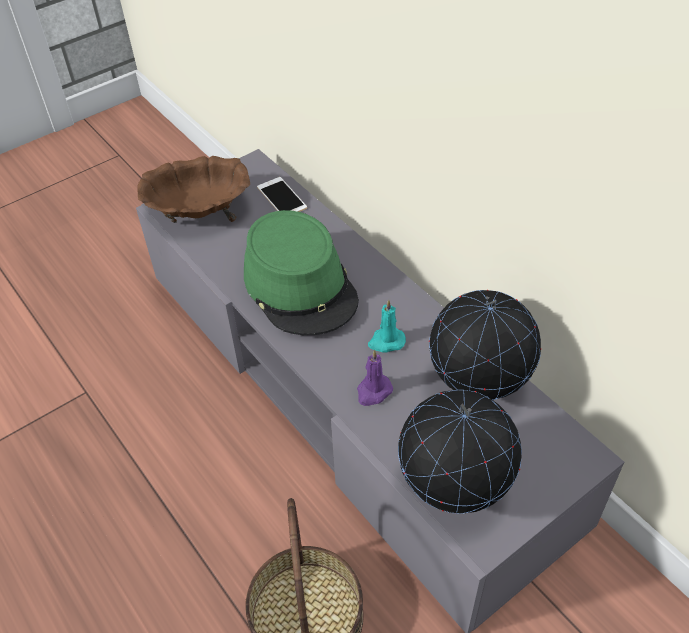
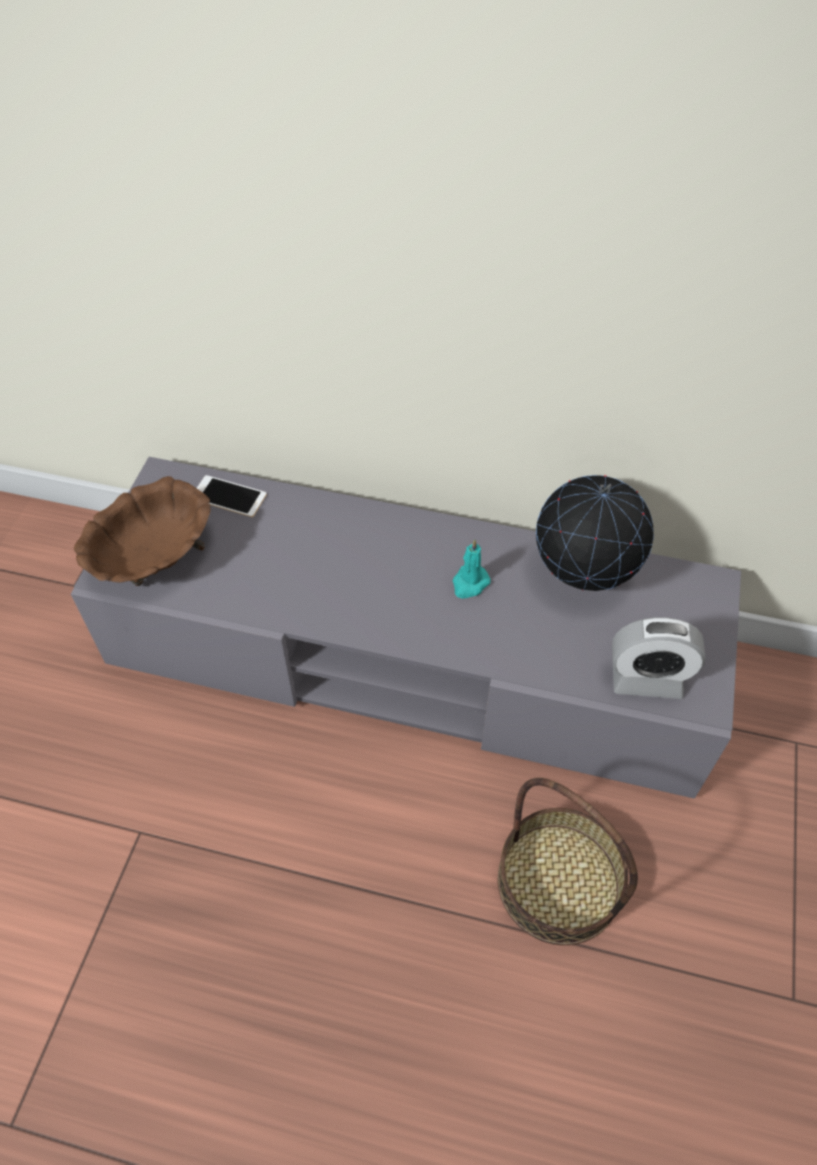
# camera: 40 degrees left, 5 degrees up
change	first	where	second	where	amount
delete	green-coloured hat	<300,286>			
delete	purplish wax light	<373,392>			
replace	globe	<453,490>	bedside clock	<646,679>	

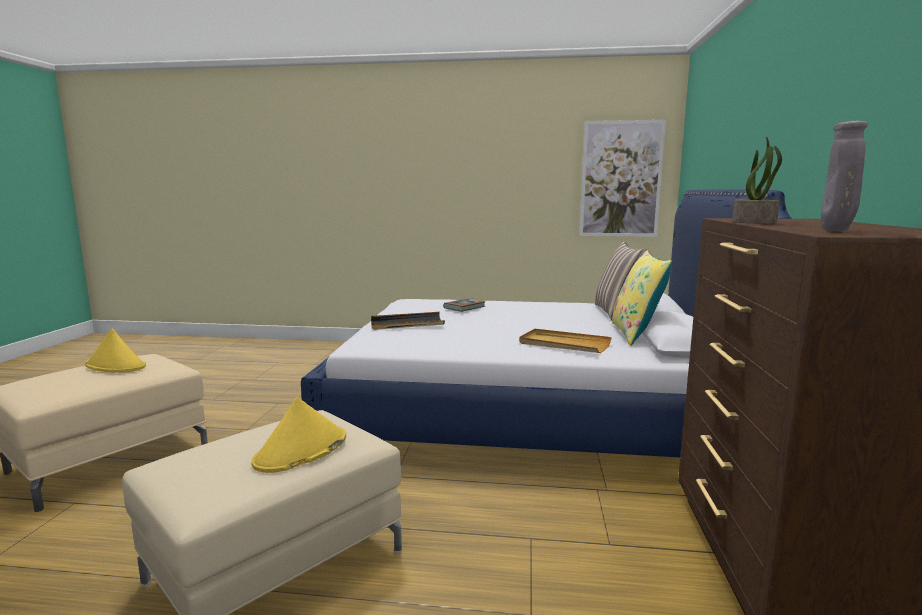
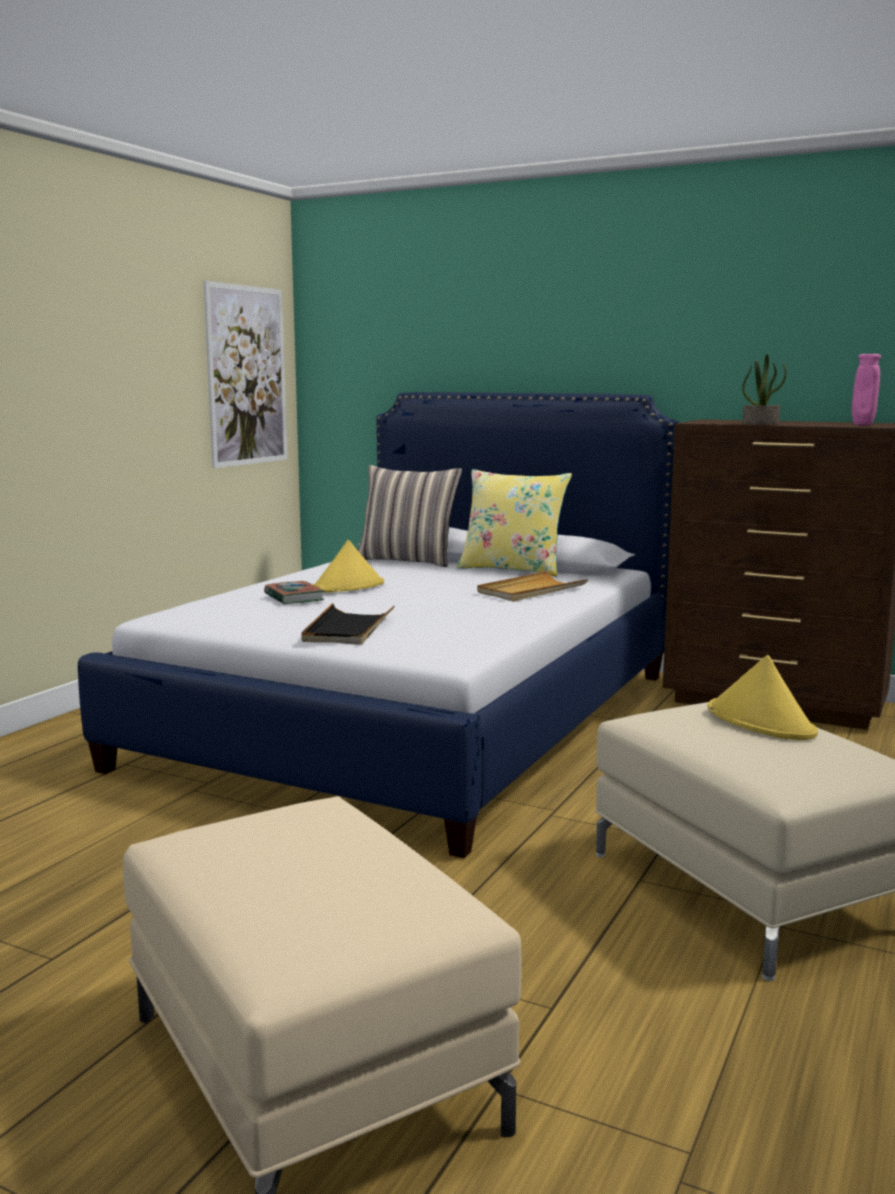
# camera: 70 degrees left, 0 degrees up
change	first	where	second	where	amount
move	yellow hat	<116,365>		<348,587>	
recolor	gray vase	<836,231>	pink-coloured vase	<863,425>	

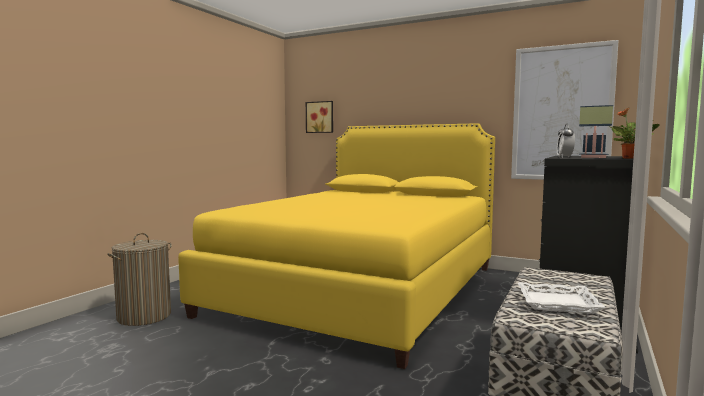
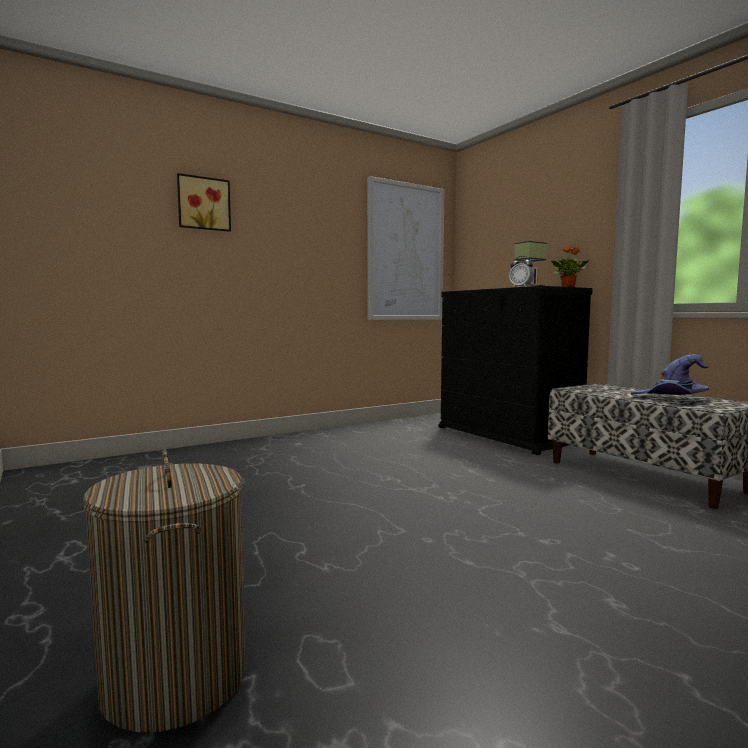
# camera: 60 degrees left, 0 degrees up
change	first	where	second	where	amount
delete	yellow bed	<361,289>			
move	picture	<320,117>		<203,204>	
replace	white tray	<557,303>	purplish hat	<671,398>	

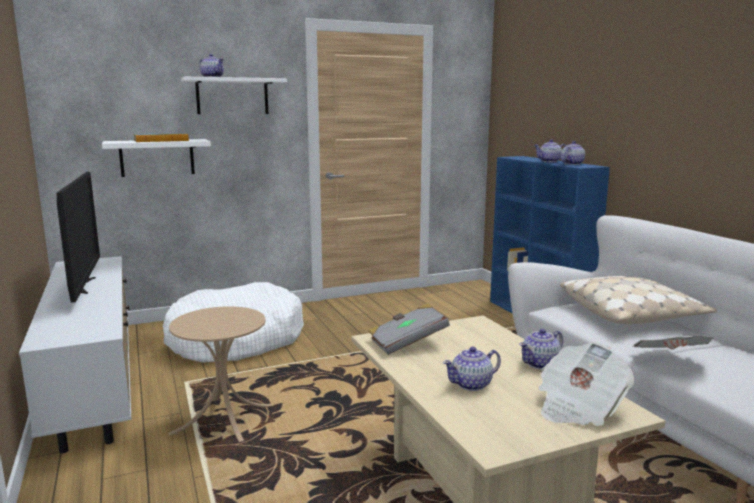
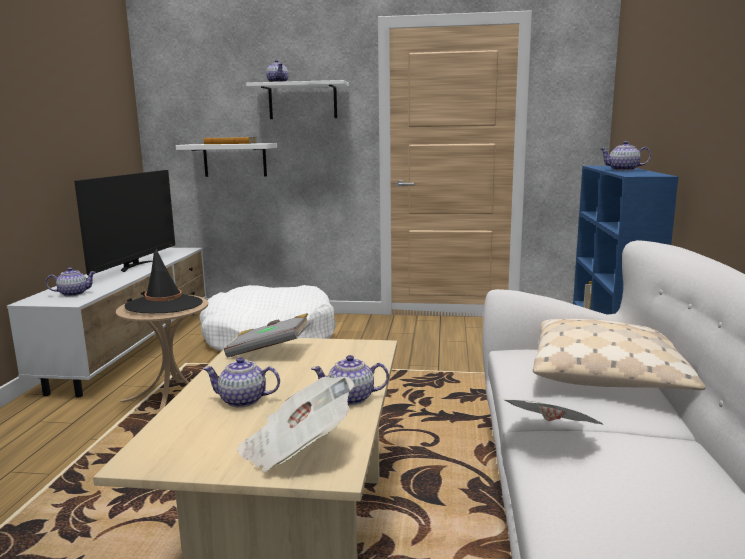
# camera: 30 degrees right, 0 degrees up
change	first	where	second	where	amount
move	teapot	<571,164>		<73,294>	
insert			blackish hat	<164,305>	

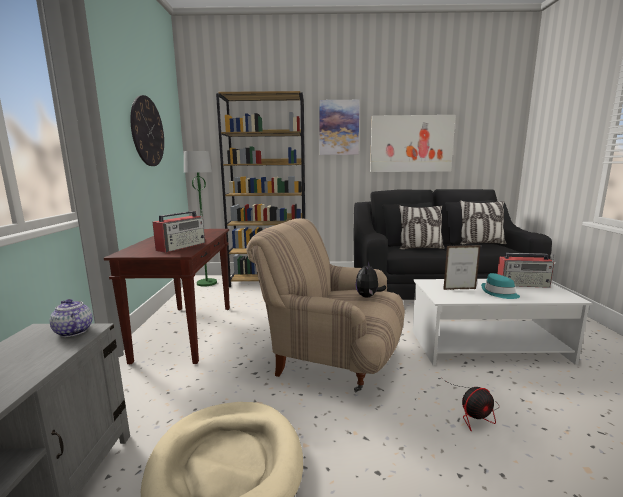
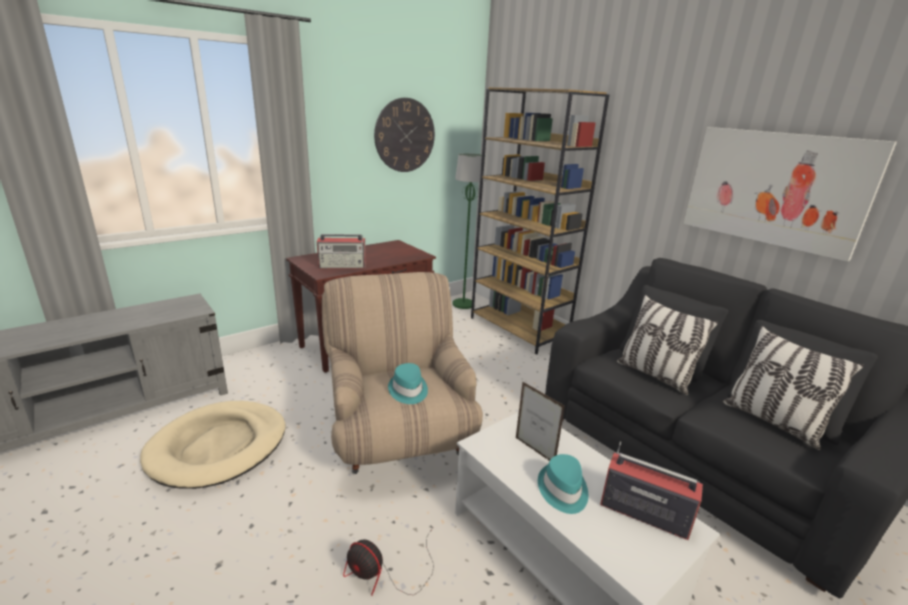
# camera: 50 degrees right, 10 degrees up
change	first	where	second	where	amount
delete	teapot	<73,331>			
delete	picture	<339,128>			
replace	soft toy	<368,296>	turquoise hat	<408,390>	
rotate	radio receiver	<523,284>		<643,512>	150 degrees clockwise

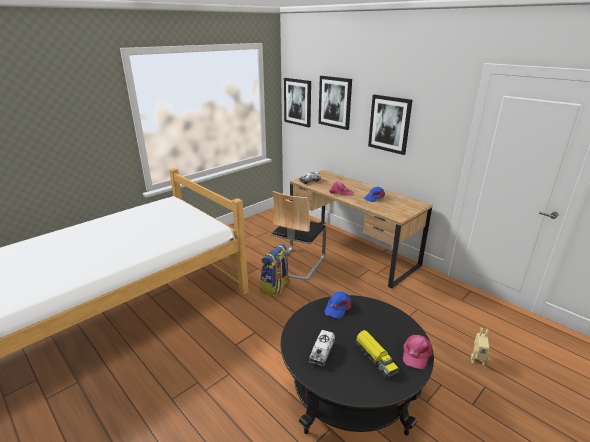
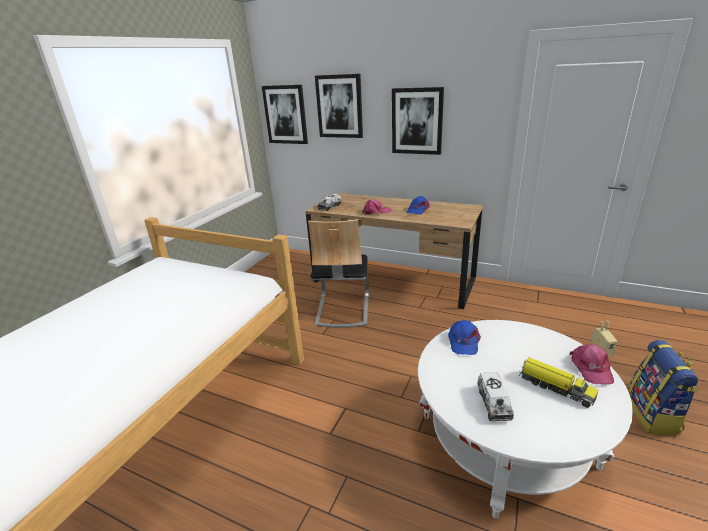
# camera: 20 degrees left, 0 degrees up
change	first	where	second	where	amount
move	backpack	<276,288>		<653,415>	
recolor	blackish coffee table	<350,390>	white coffee table	<506,440>	

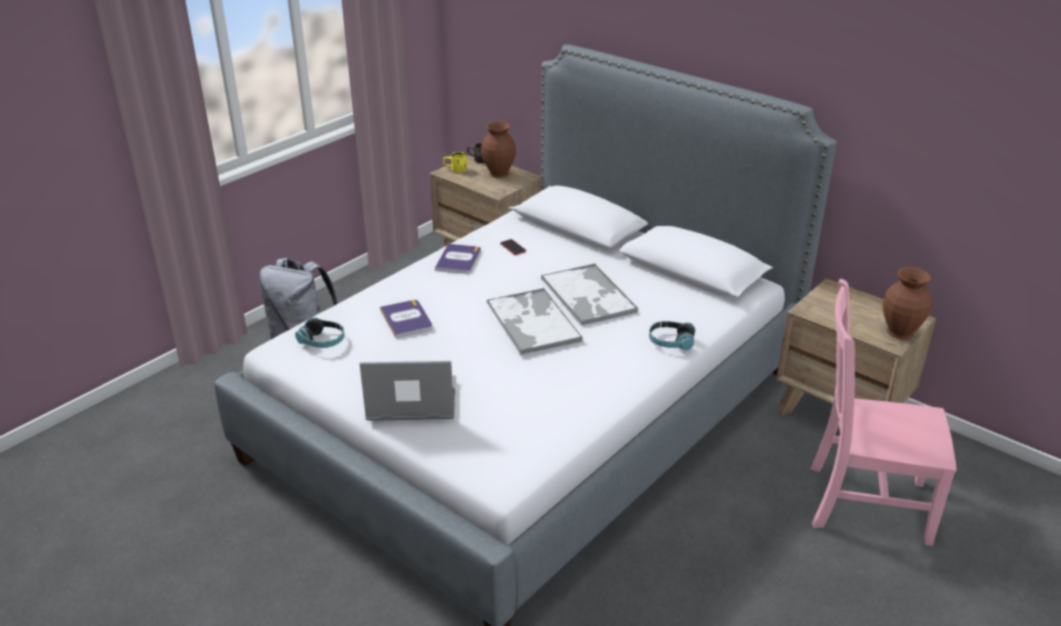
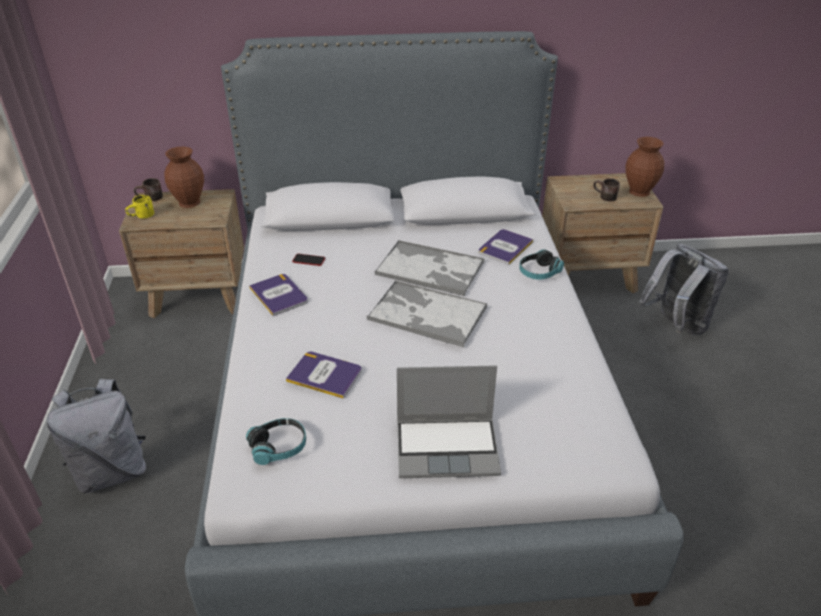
# camera: 45 degrees left, 5 degrees up
change	first	where	second	where	amount
rotate	portable computer	<410,402>		<448,447>	135 degrees counterclockwise
replace	pink-coloured upright chair	<863,502>	gray backpack	<675,326>	
insert			bound book	<505,247>	
insert			brownish coffee mug	<604,197>	

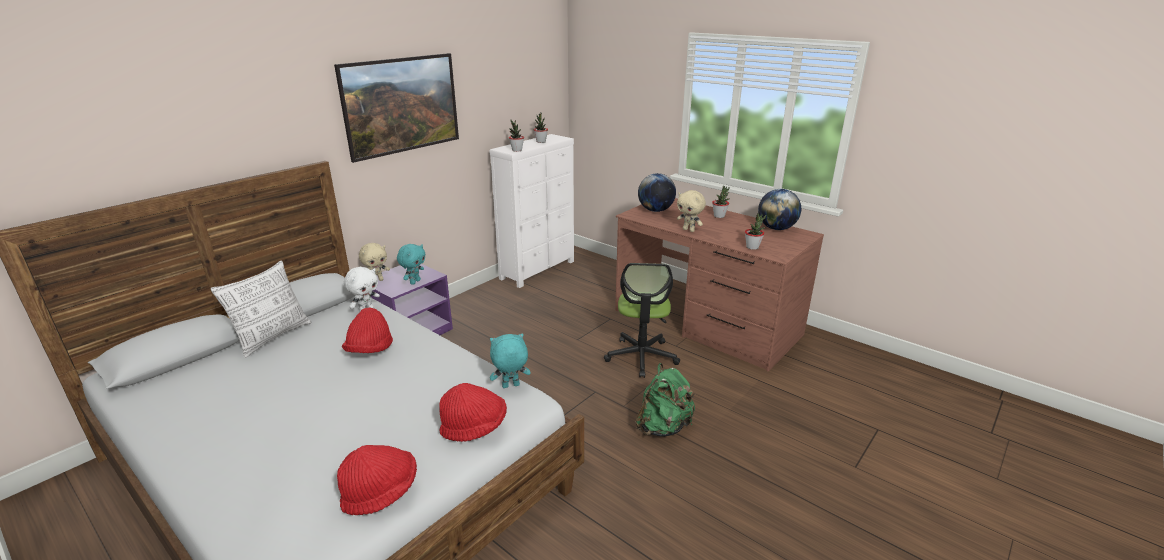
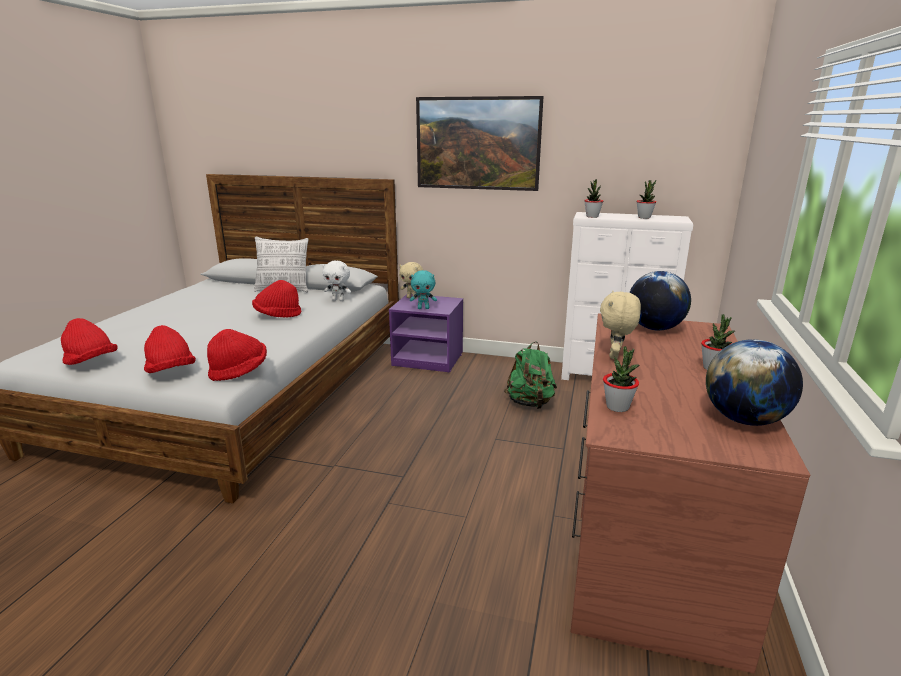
# camera: 65 degrees right, 5 degrees down
change	first	where	second	where	amount
replace	turquoise soft toy	<510,386>	red hat	<239,371>	
delete	office chair	<641,357>			
move	green-coloured backpack	<663,427>		<530,403>	

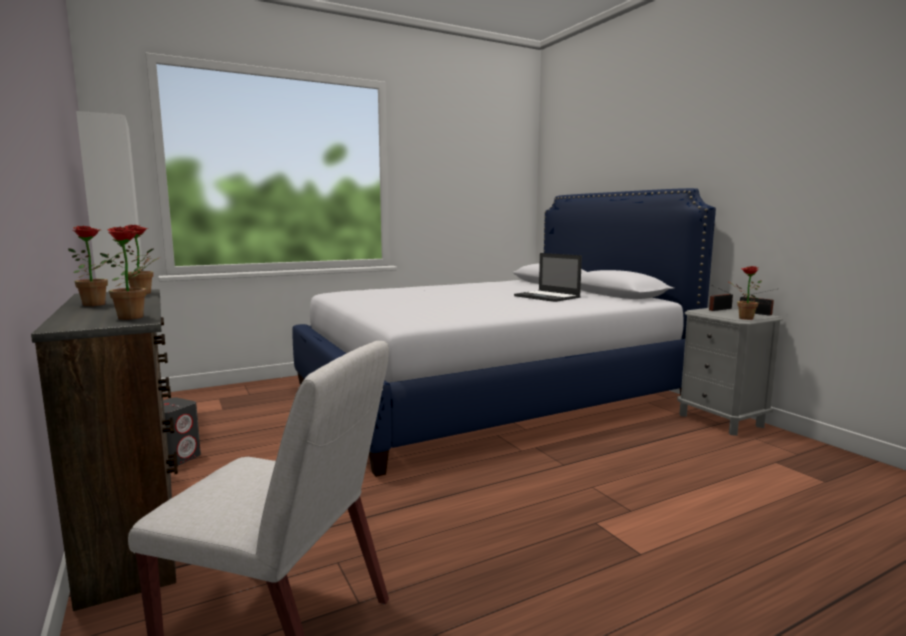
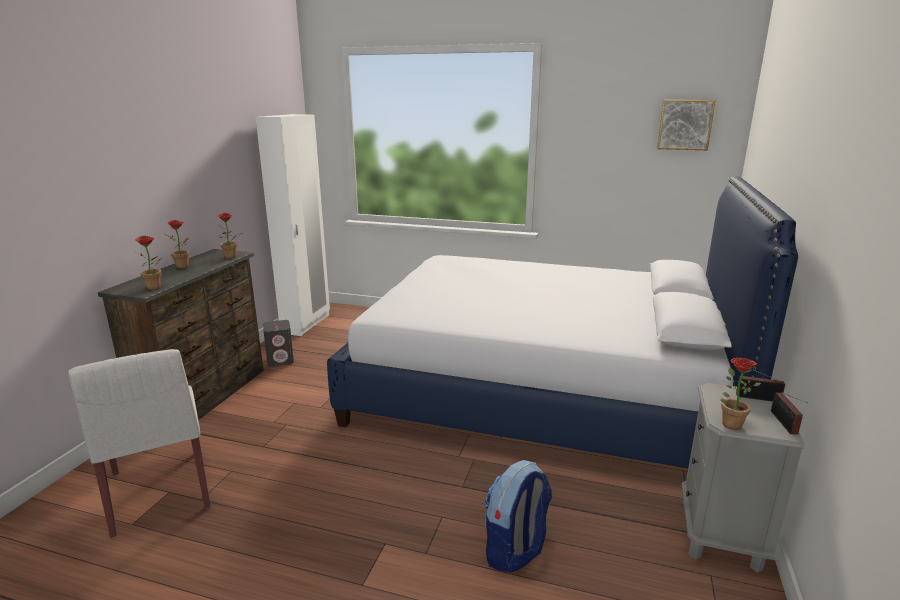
# camera: 45 degrees right, 10 degrees up
change	first	where	second	where	amount
delete	portable computer	<547,297>			
insert			backpack	<515,550>	
insert			picture	<685,124>	

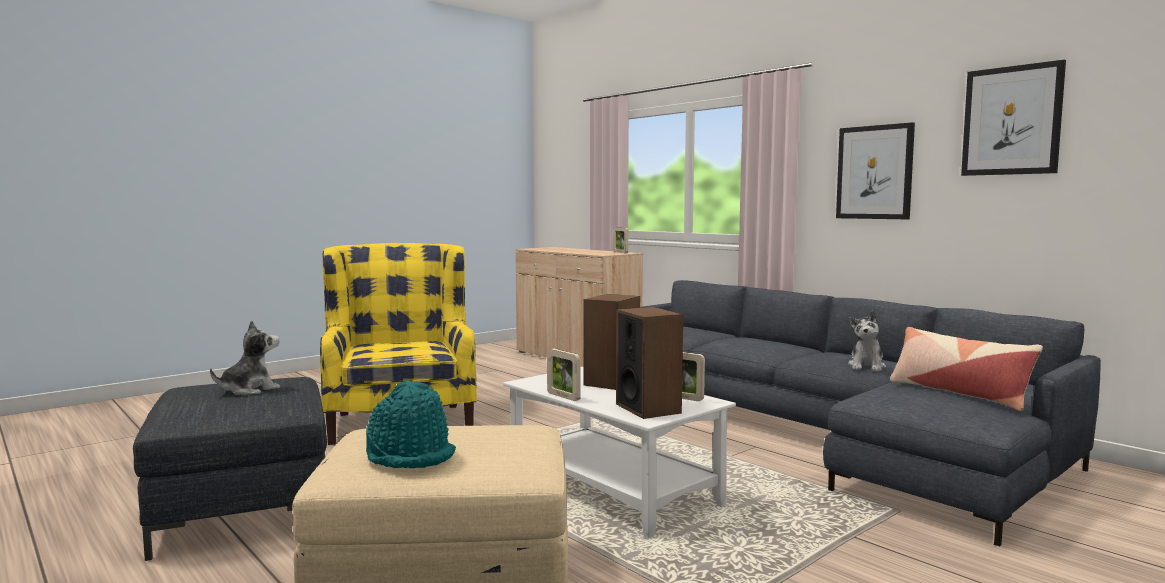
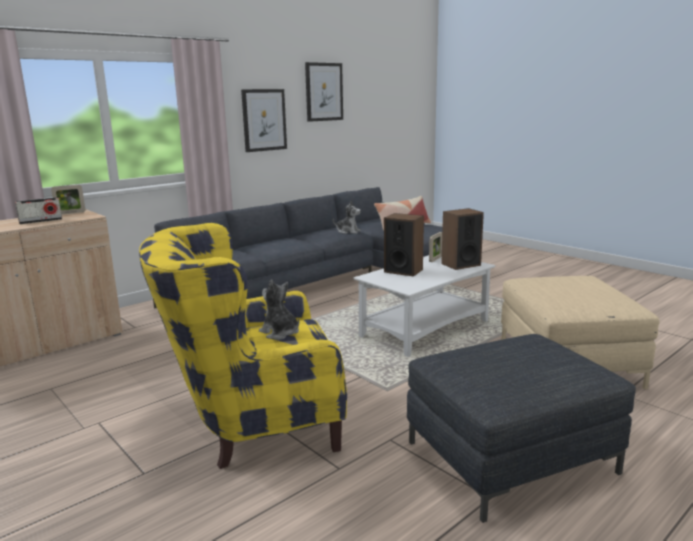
# camera: 90 degrees left, 10 degrees up
change	first	where	second	where	amount
move	soft toy	<249,390>		<280,333>	
delete	turquoise hat	<411,456>			
delete	standing frame	<563,396>			
insert			radio receiver	<41,221>	

